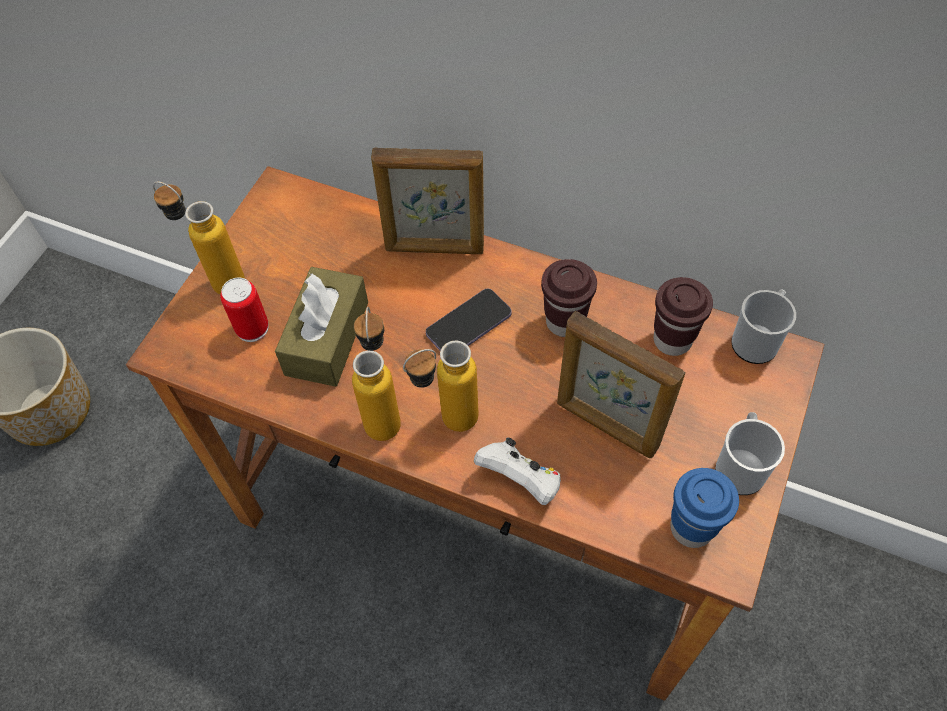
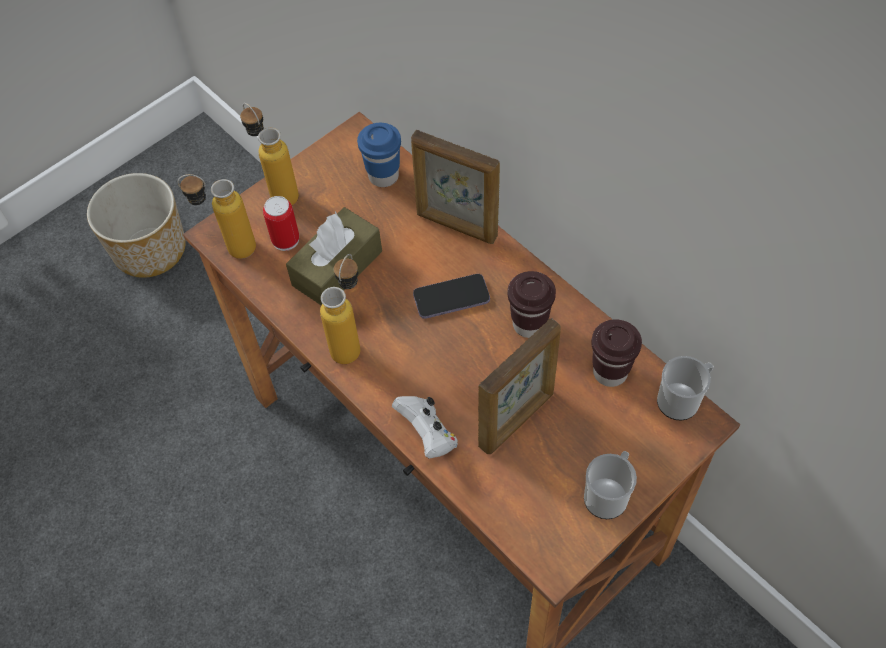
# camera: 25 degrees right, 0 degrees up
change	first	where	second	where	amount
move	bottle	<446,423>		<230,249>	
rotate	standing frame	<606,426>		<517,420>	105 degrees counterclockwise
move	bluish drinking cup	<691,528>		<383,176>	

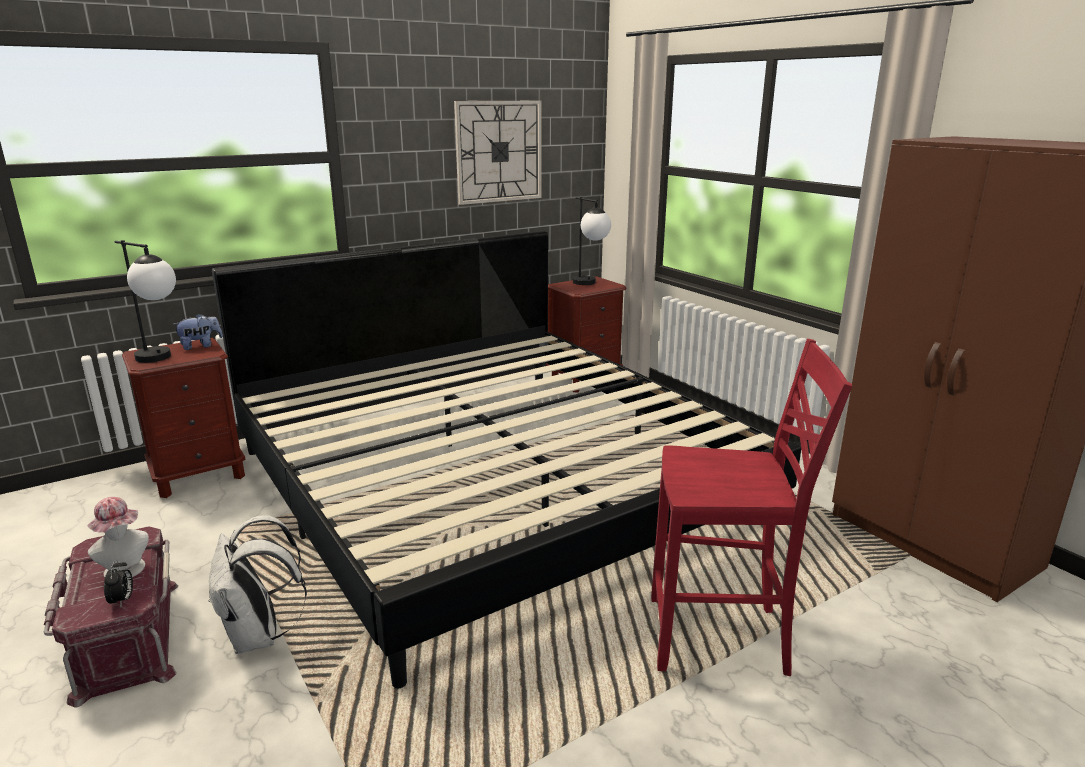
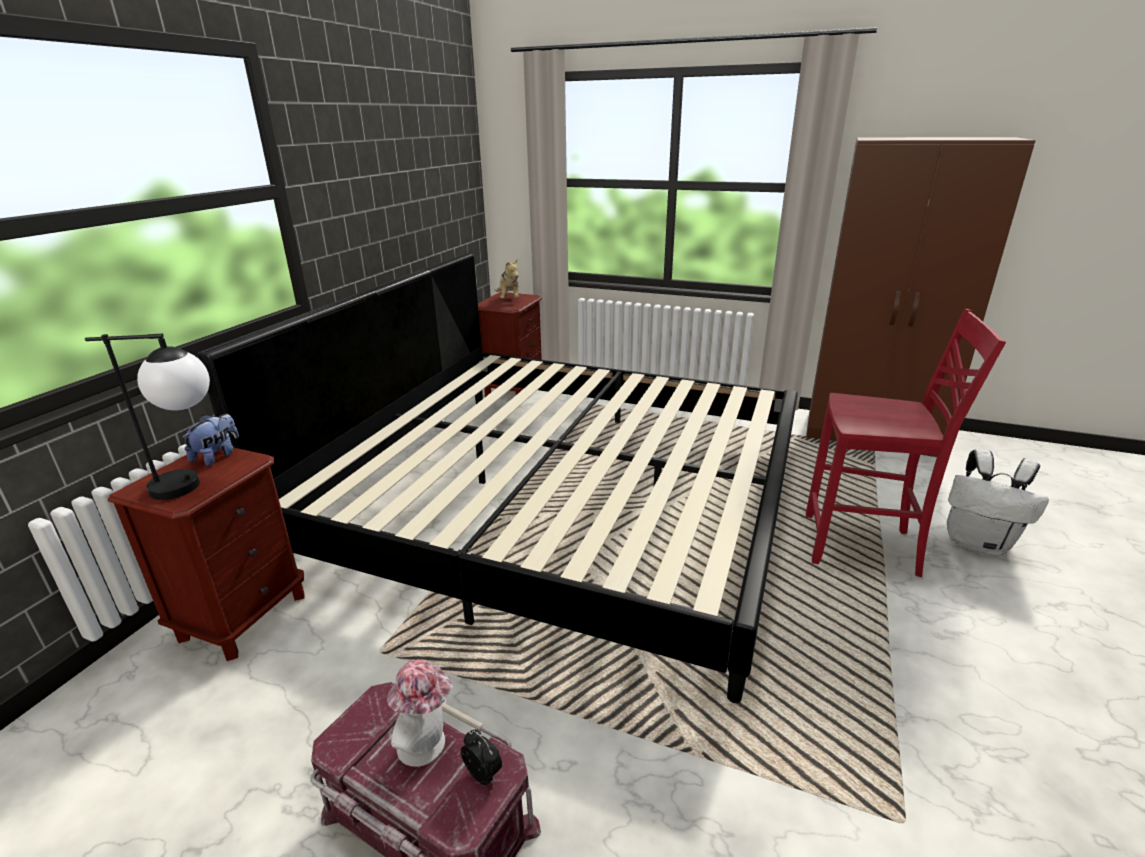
# camera: 35 degrees left, 5 degrees up
change	first	where	second	where	amount
move	white backpack	<259,636>		<978,543>	
delete	wall clock	<499,151>			
replace	tabletop lamp	<590,284>	soft toy	<509,299>	
rotate	red upright chair	<721,638>		<863,547>	45 degrees clockwise

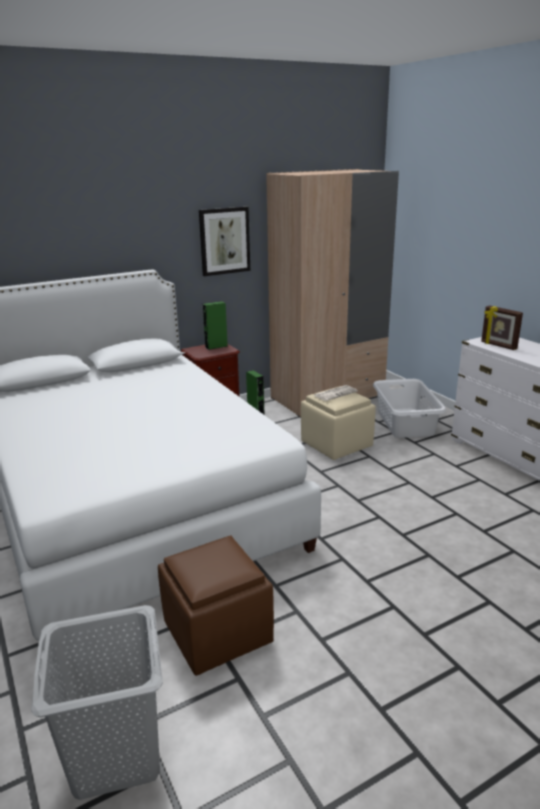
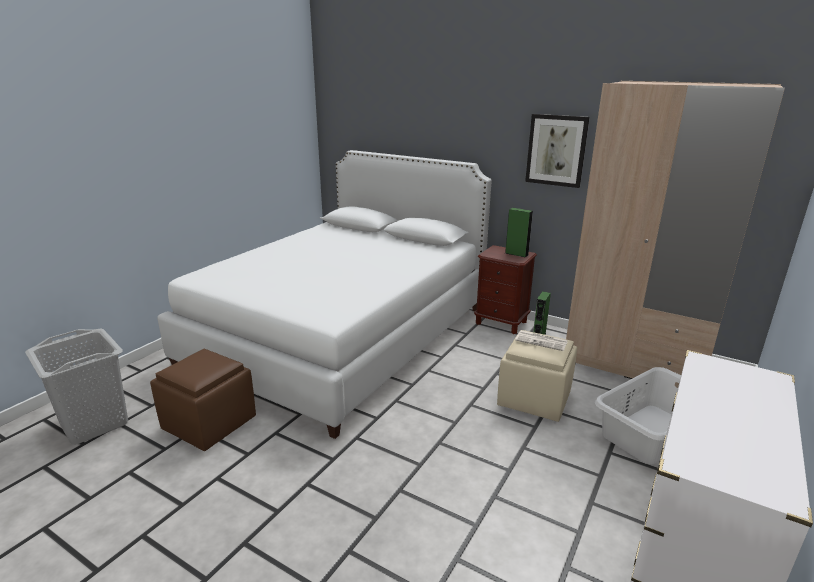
# camera: 60 degrees right, 0 degrees up
change	first	where	second	where	amount
delete	standing frame	<498,346>			

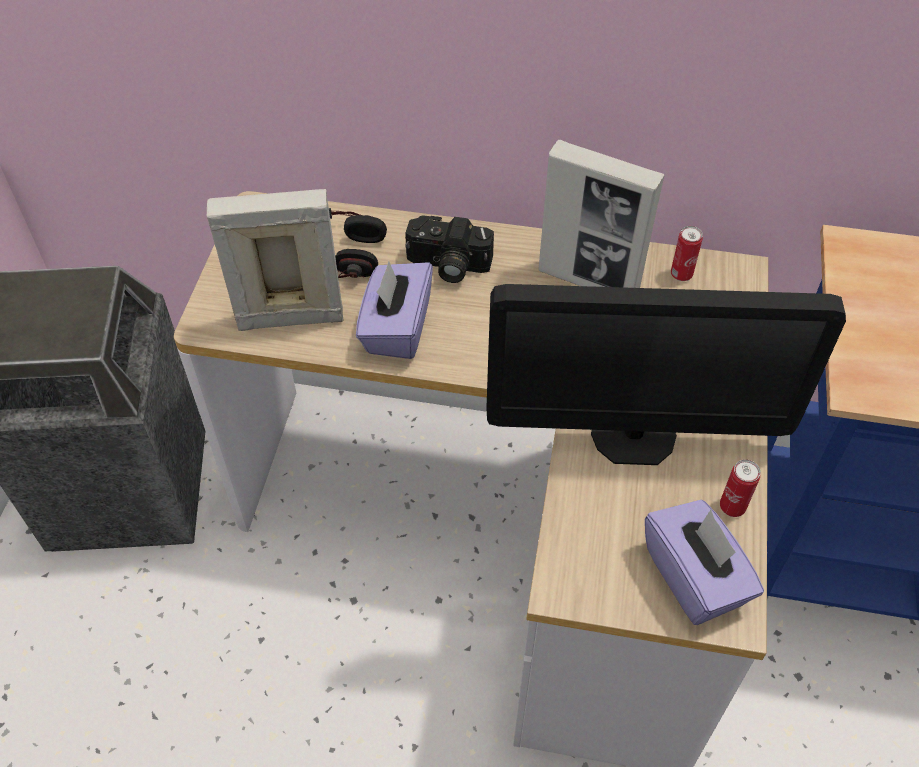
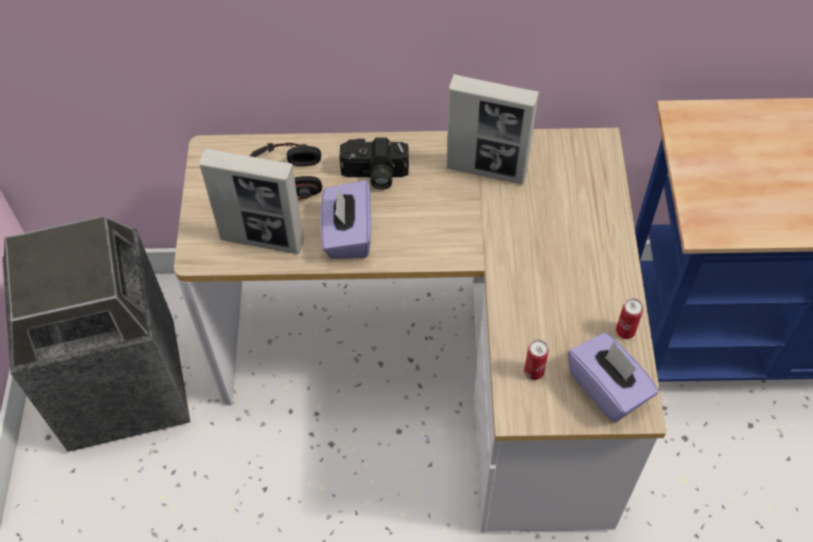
# camera: 10 degrees left, 5 degrees up
change	first	where	second	where	amount
rotate	standing frame	<290,318>		<262,240>	150 degrees counterclockwise
delete	computer screen	<633,435>			
move	can	<681,274>		<533,372>	

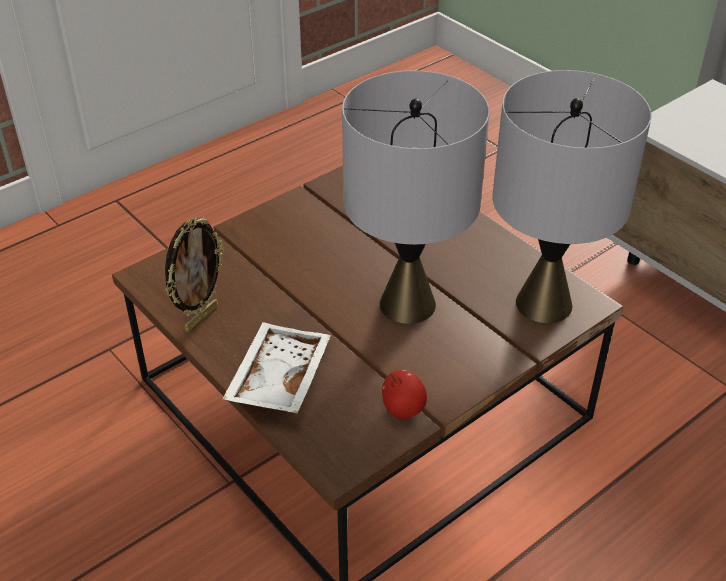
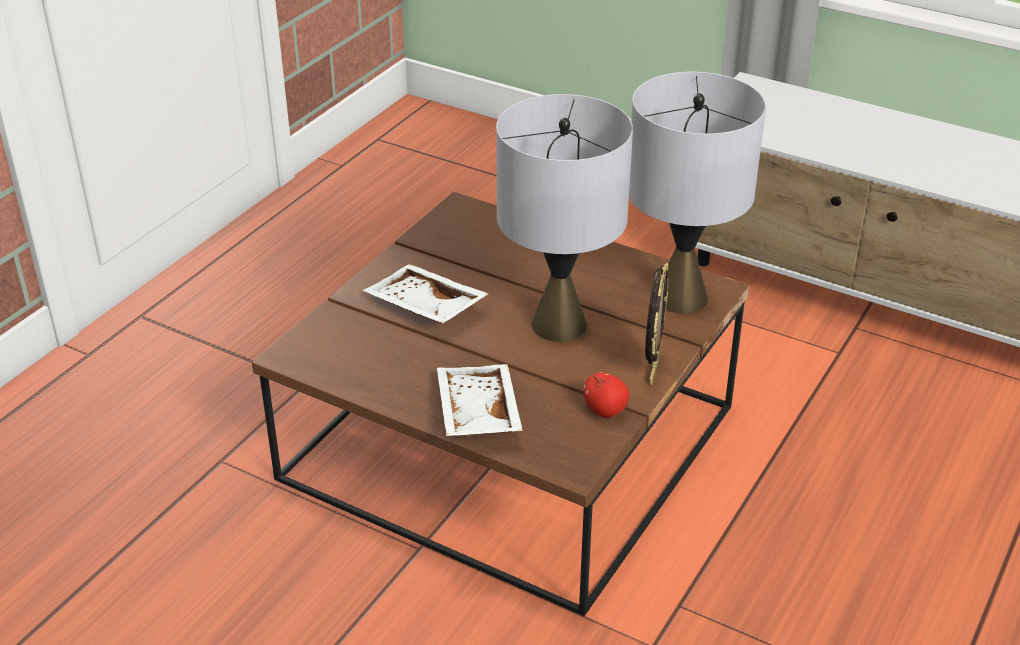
# camera: 20 degrees left, 5 degrees down
change	first	where	second	where	amount
move	standing frame	<200,317>		<652,370>	
insert			white tray	<424,307>	

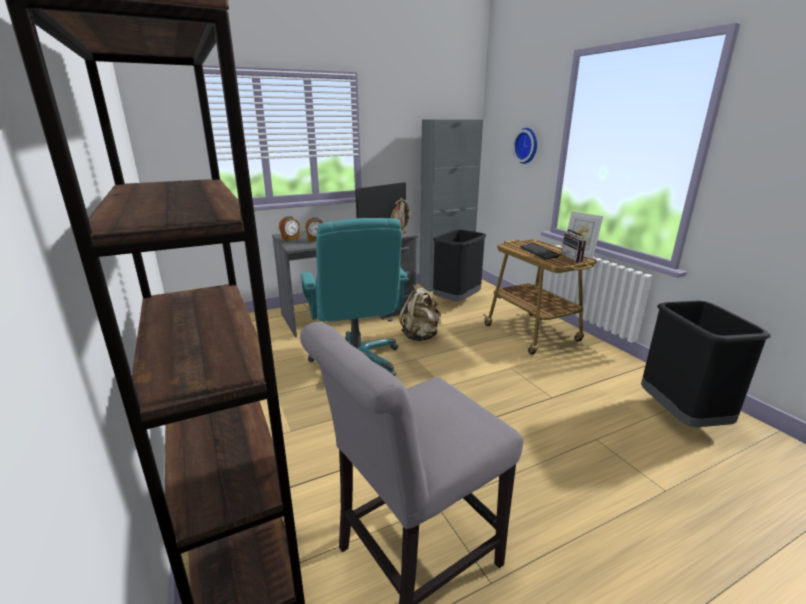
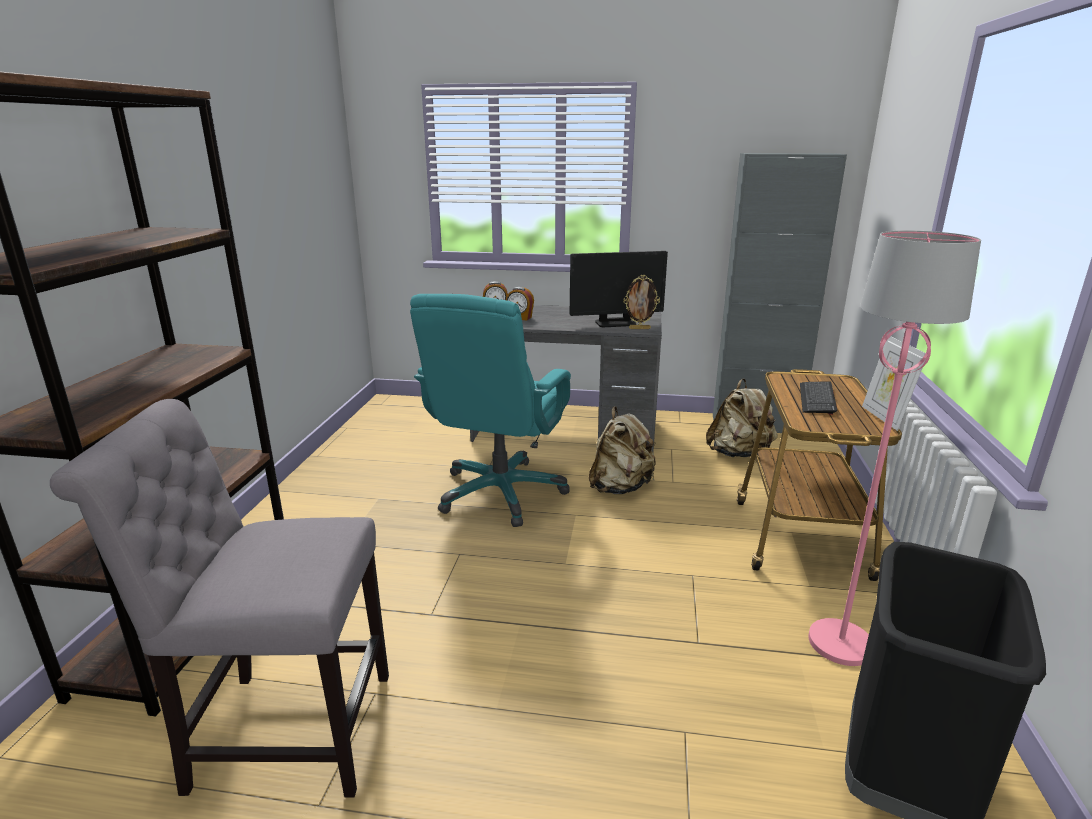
# camera: 35 degrees right, 0 degrees up
change	first	where	second	where	amount
replace	blackish trash can	<456,301>	sand-coloured backpack	<739,454>	
delete	wall clock	<527,145>			
delete	radio receiver	<575,258>			
insert			pink-coloured floor lamp	<841,644>	

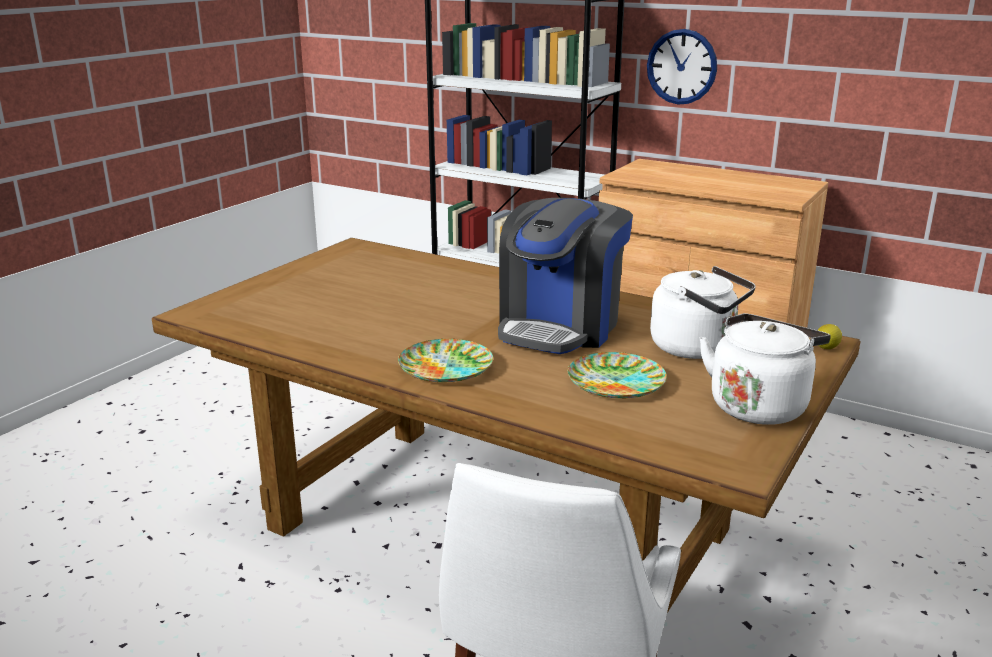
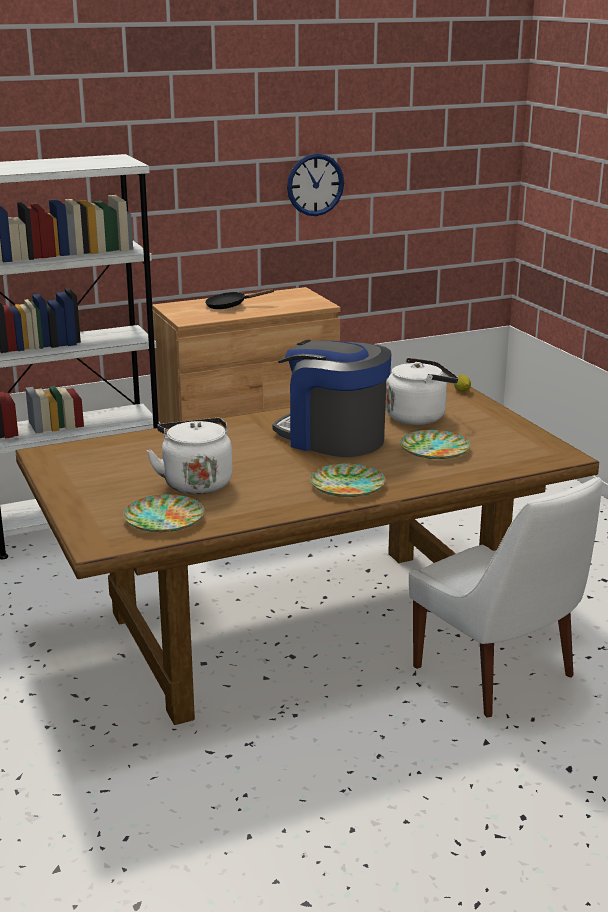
# camera: 55 degrees left, 0 degrees up
change	first	where	second	where	amount
rotate	coffee brewer	<560,326>		<332,438>	150 degrees clockwise
move	wall clock	<681,67>		<315,184>	
move	white kettle	<759,405>		<195,482>	
insert			plate	<163,519>	
insert			blackish frying pan	<230,306>	

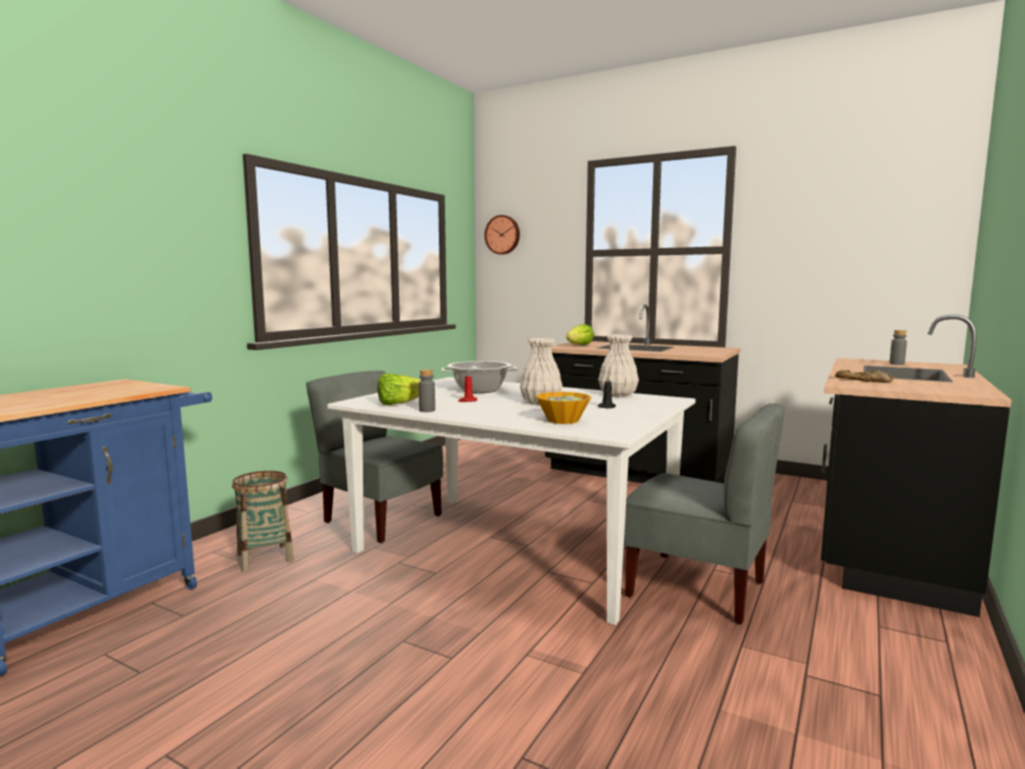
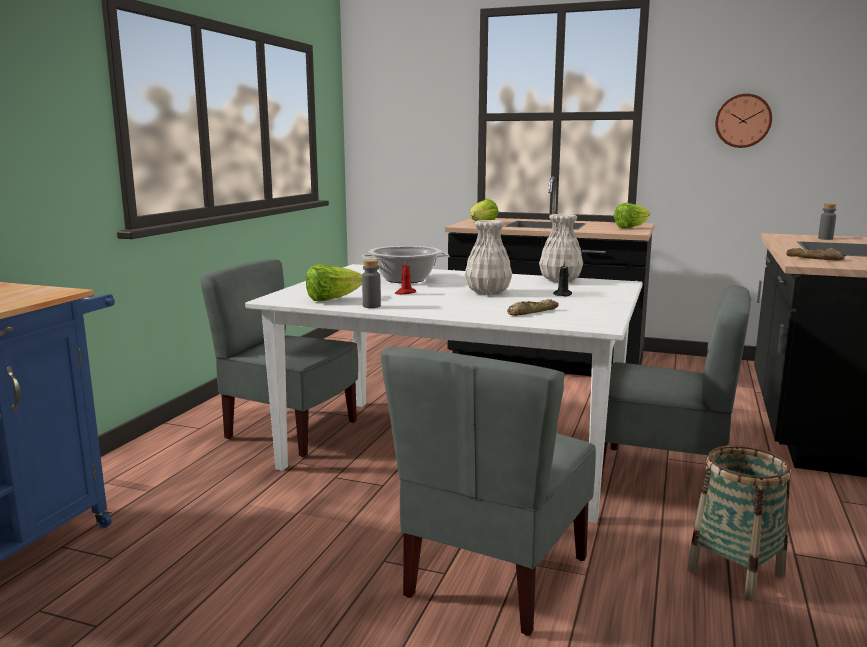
# camera: 10 degrees left, 5 degrees up
change	first	where	second	where	amount
move	household basket	<265,557>		<735,572>	
move	wall clock	<503,235>		<743,121>	
replace	bowl	<563,420>	bakery bread	<531,312>	
insert			gray upright chair	<494,576>	
insert			head of lettuce	<631,227>	

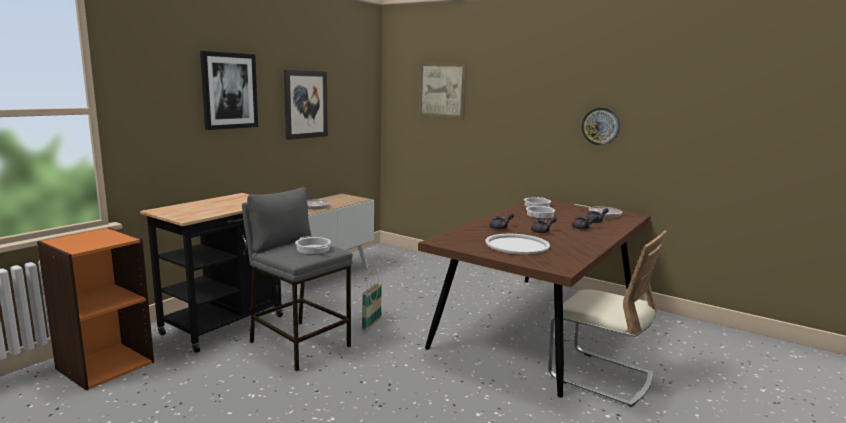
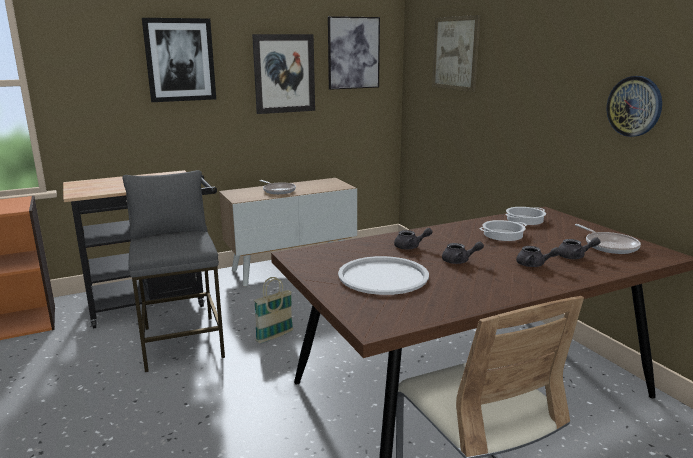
# camera: 30 degrees right, 5 degrees up
change	first	where	second	where	amount
delete	saucepot	<312,249>			
insert			picture	<353,53>	

